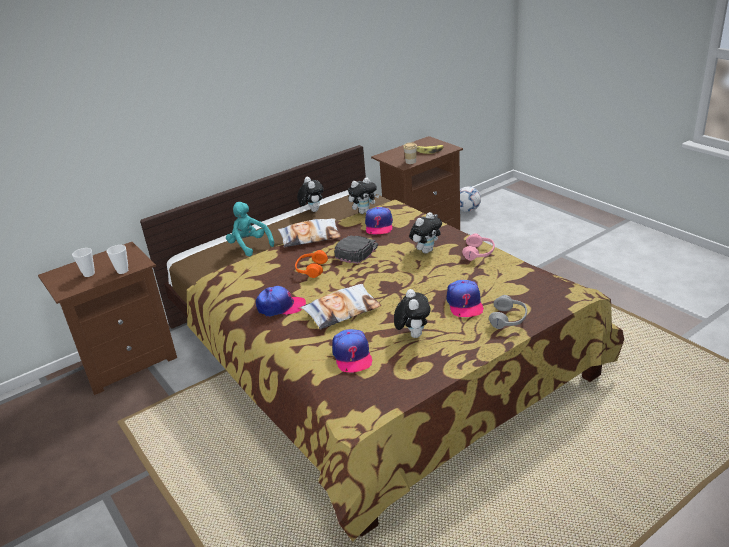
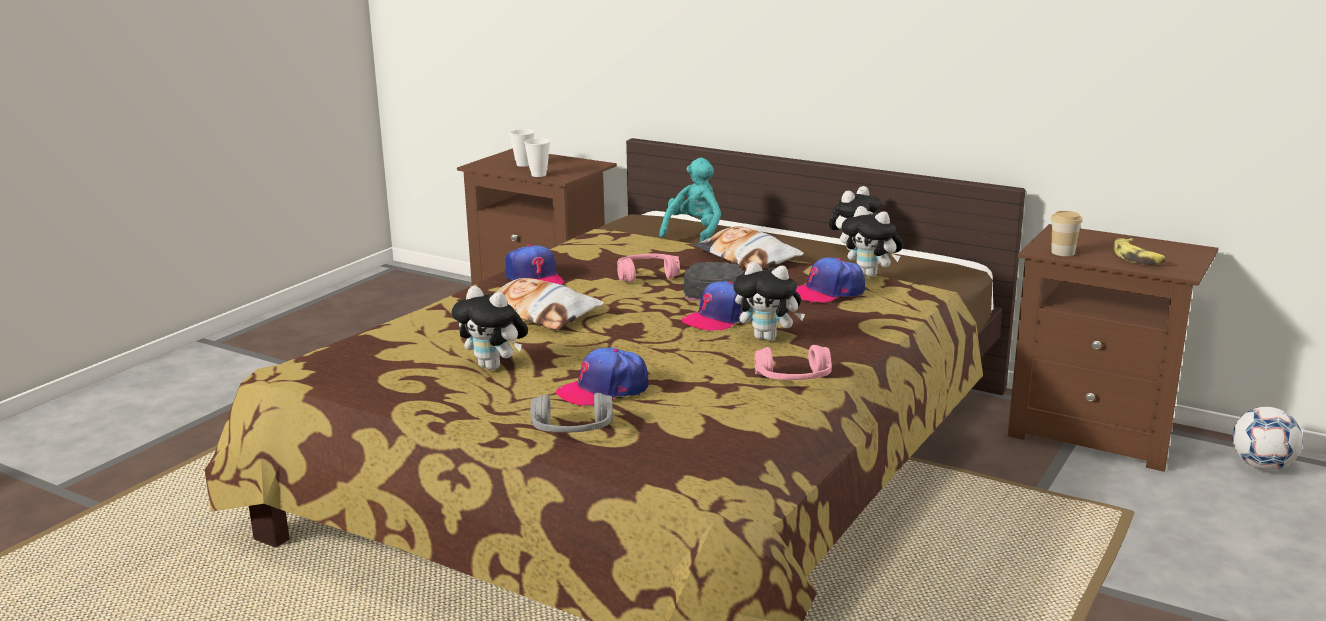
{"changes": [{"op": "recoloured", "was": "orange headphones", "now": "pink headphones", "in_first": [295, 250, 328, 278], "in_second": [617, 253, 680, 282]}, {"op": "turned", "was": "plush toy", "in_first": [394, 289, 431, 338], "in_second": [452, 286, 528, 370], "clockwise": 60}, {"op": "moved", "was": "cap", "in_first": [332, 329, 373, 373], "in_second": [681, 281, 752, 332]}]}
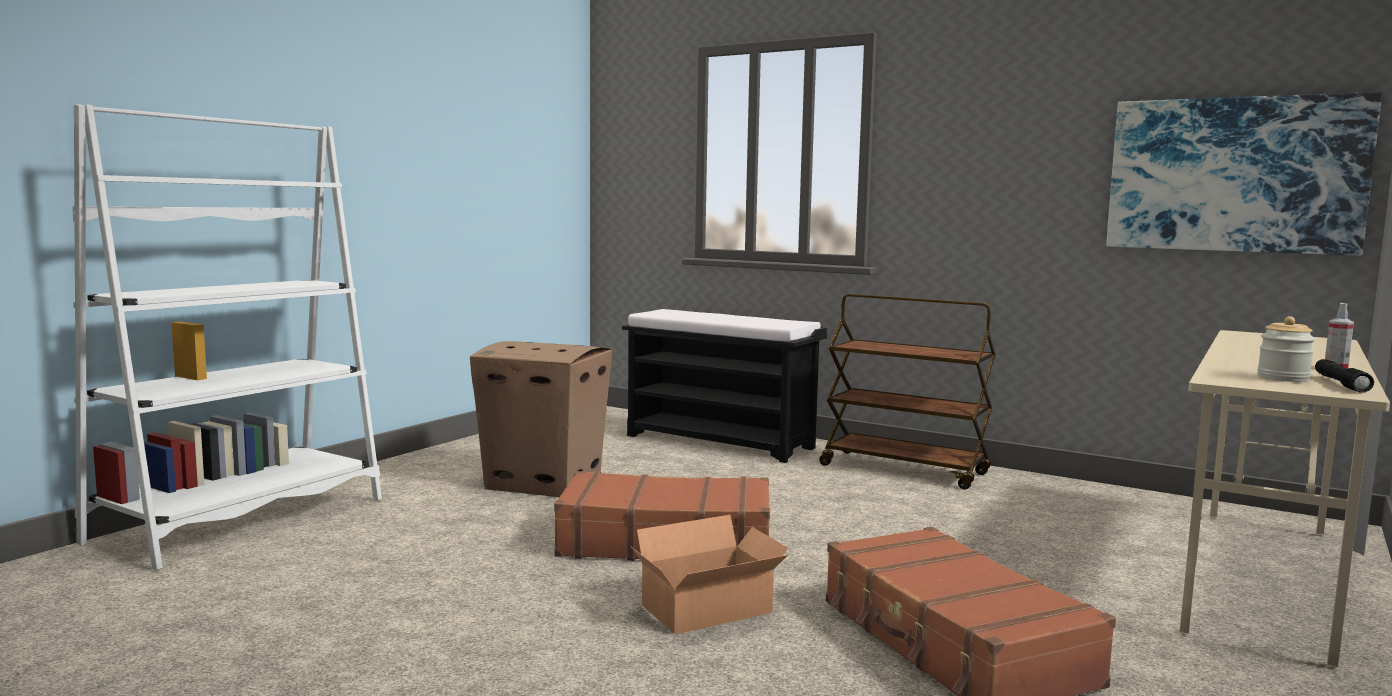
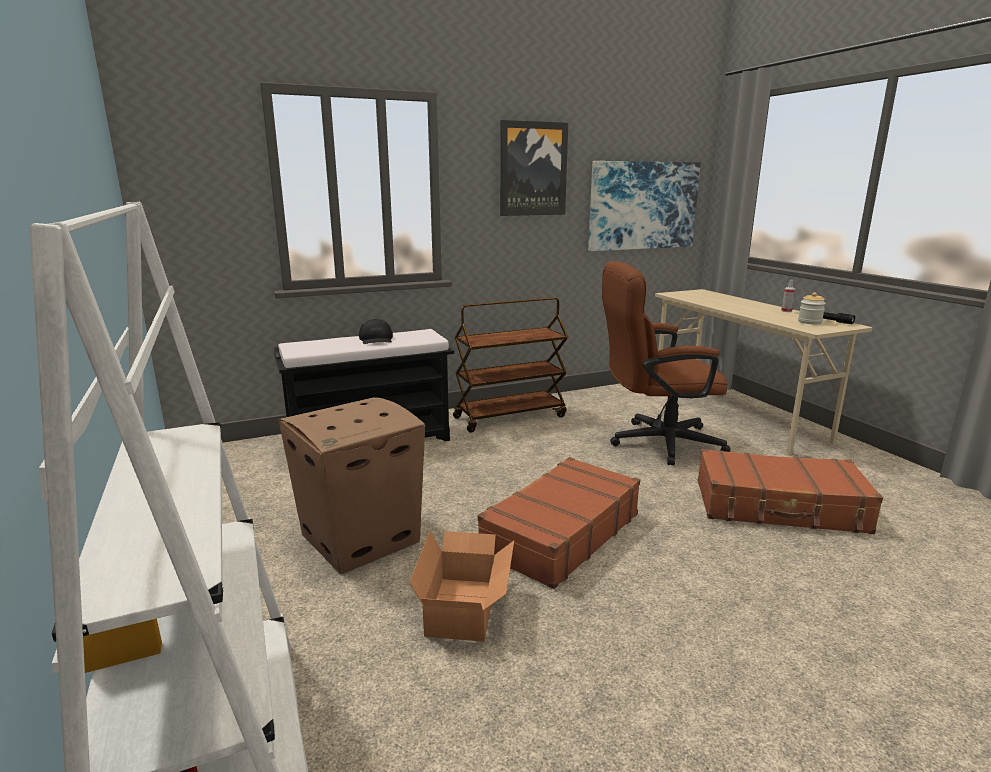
{"changes": [{"op": "moved", "was": "cardboard box", "in_first": [630, 515, 788, 634], "in_second": [409, 531, 514, 642]}, {"op": "added", "now": "picture", "in_second": [500, 120, 568, 216]}, {"op": "added", "now": "brown office chair", "in_second": [602, 261, 731, 466]}, {"op": "added", "now": "black cap", "in_second": [359, 319, 393, 344]}]}
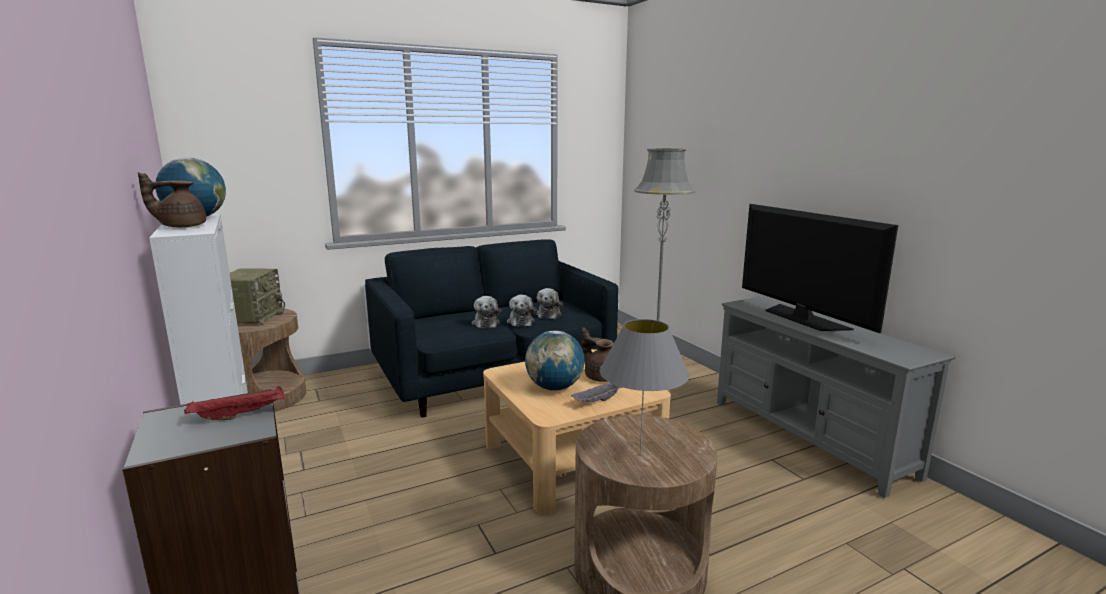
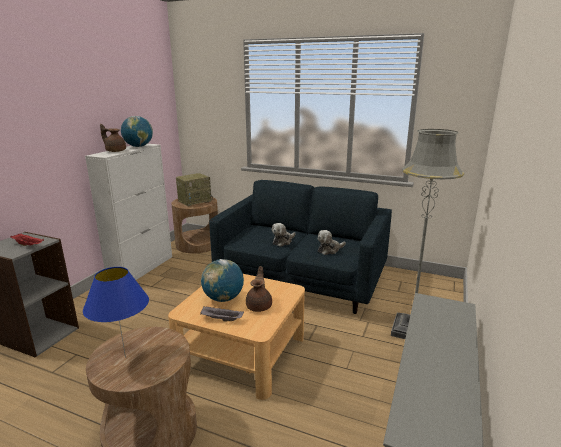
{"changes": [{"op": "removed", "was": "television", "in_first": [742, 204, 898, 333]}, {"op": "removed", "was": "plush toy", "in_first": [507, 295, 537, 327]}, {"op": "recoloured", "was": "grey table lamp", "now": "blue table lamp", "in_first": [600, 319, 689, 455], "in_second": [83, 267, 149, 358]}]}
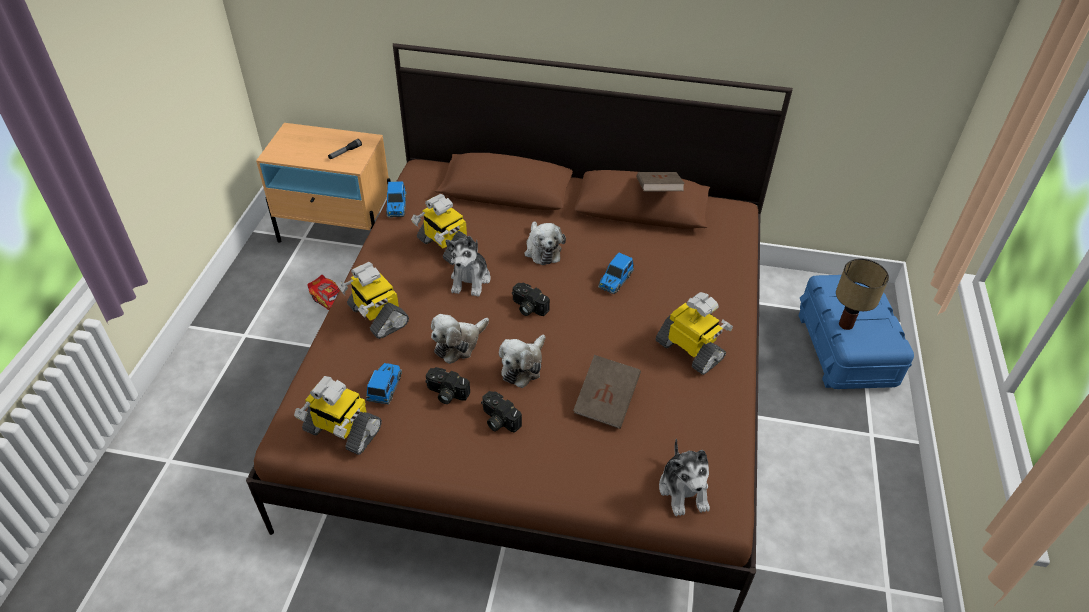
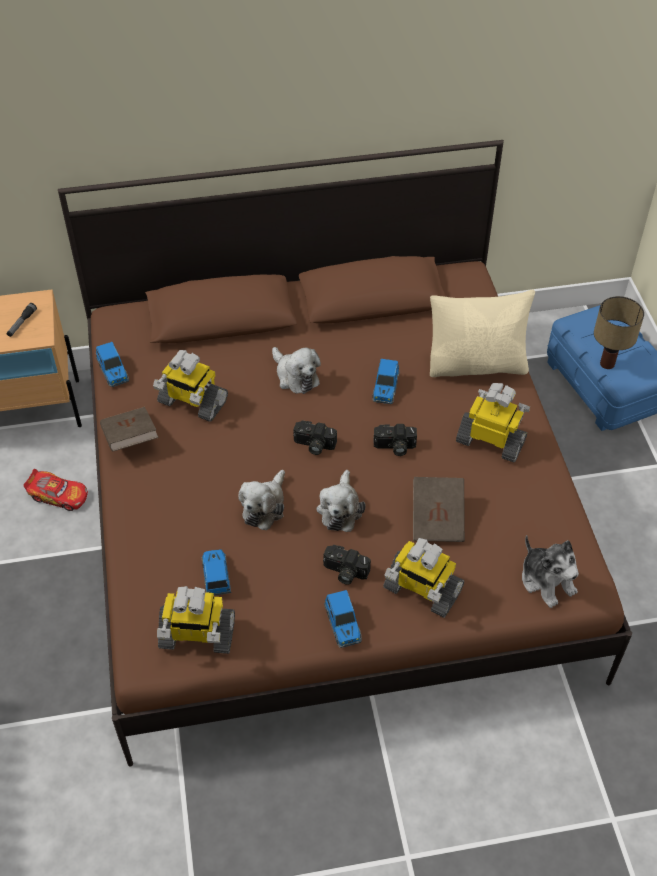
{"changes": [{"op": "moved", "was": "brown book", "in_first": [637, 172, 685, 191], "in_second": [100, 407, 159, 451]}, {"op": "removed", "was": "plush toy", "in_first": [445, 236, 491, 297]}, {"op": "moved", "was": "toy robot", "in_first": [338, 262, 409, 339], "in_second": [383, 538, 464, 618]}, {"op": "moved", "was": "photo camera", "in_first": [425, 367, 470, 404], "in_second": [373, 424, 417, 456]}, {"op": "added", "now": "beige pillow", "in_second": [430, 290, 535, 377]}, {"op": "added", "now": "toy car", "in_second": [324, 590, 362, 648]}]}
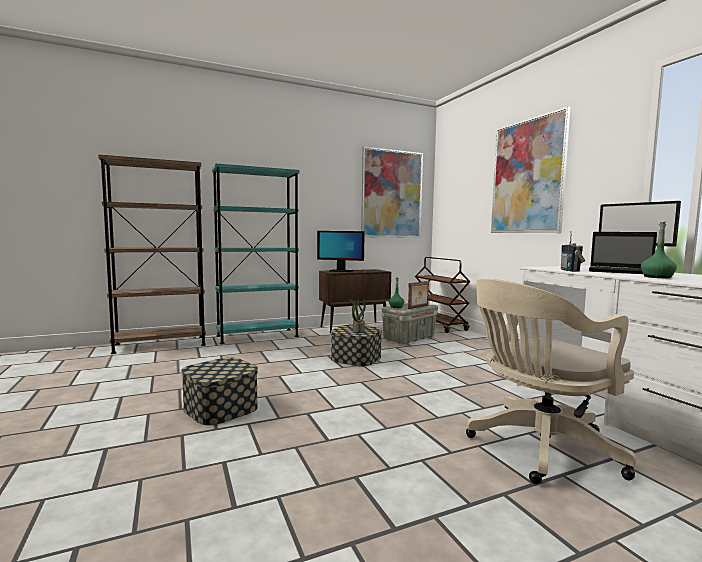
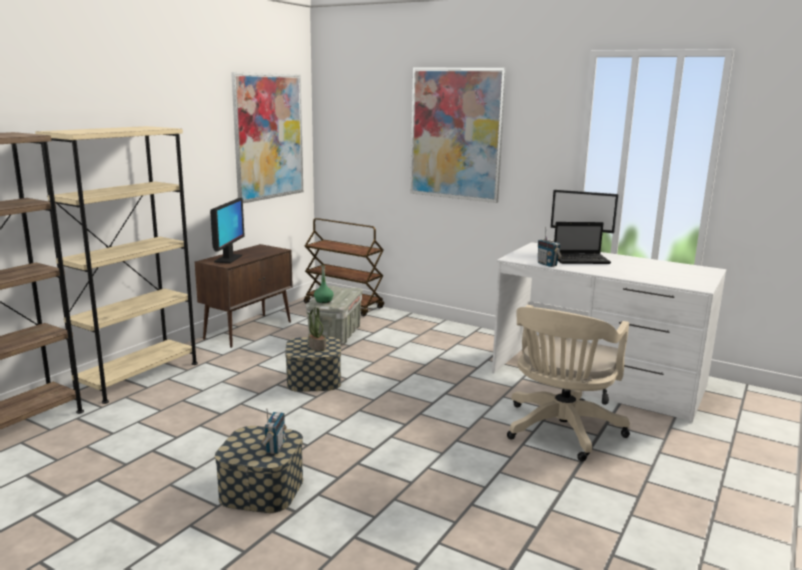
{"changes": [{"op": "recoloured", "was": "turquoise bookcase", "now": "beige bookcase", "in_first": [212, 163, 300, 344], "in_second": [35, 126, 198, 404]}, {"op": "removed", "was": "green bottle", "in_first": [641, 222, 677, 278]}, {"op": "turned", "was": "monitor", "in_first": [317, 231, 365, 272], "in_second": [210, 198, 245, 263], "clockwise": -60}, {"op": "removed", "was": "picture frame", "in_first": [408, 281, 429, 309]}, {"op": "added", "now": "radio", "in_second": [261, 408, 287, 454]}]}
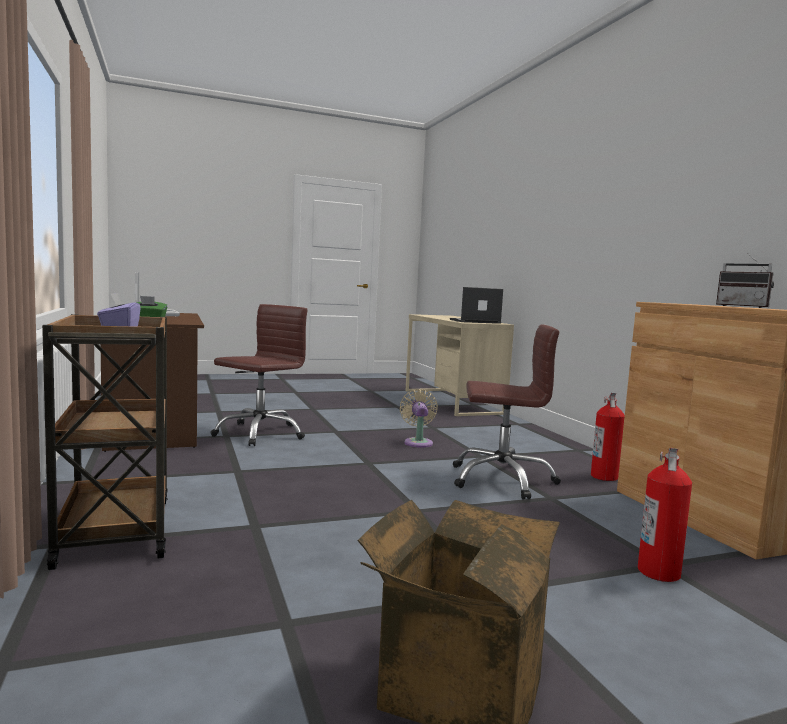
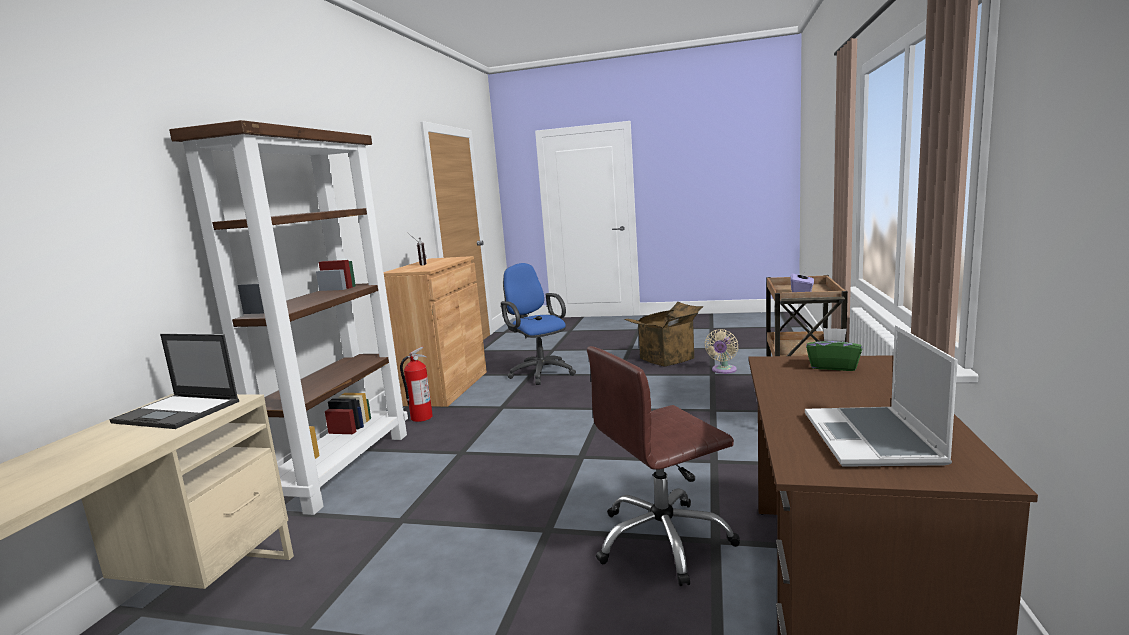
{"changes": [{"op": "removed", "was": "brown office chair", "in_first": [453, 324, 561, 500]}, {"op": "moved", "was": "beige fan", "in_first": [400, 389, 438, 448], "in_second": [705, 329, 738, 374]}, {"op": "replaced", "was": "fire extinguisher", "now": "blue office chair", "in_first": [638, 448, 692, 582], "in_second": [501, 263, 576, 385]}, {"op": "added", "now": "brown bookcase", "in_second": [169, 120, 408, 515]}]}
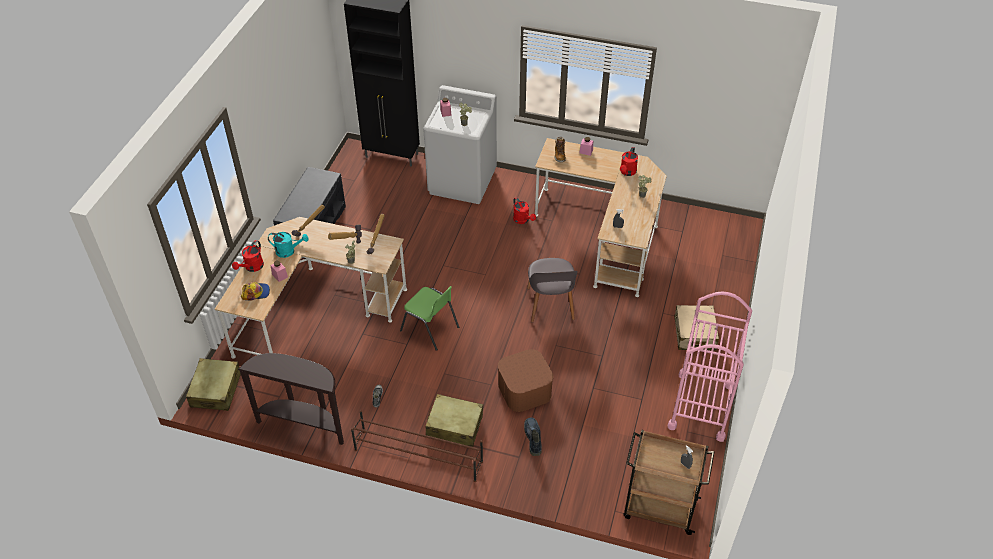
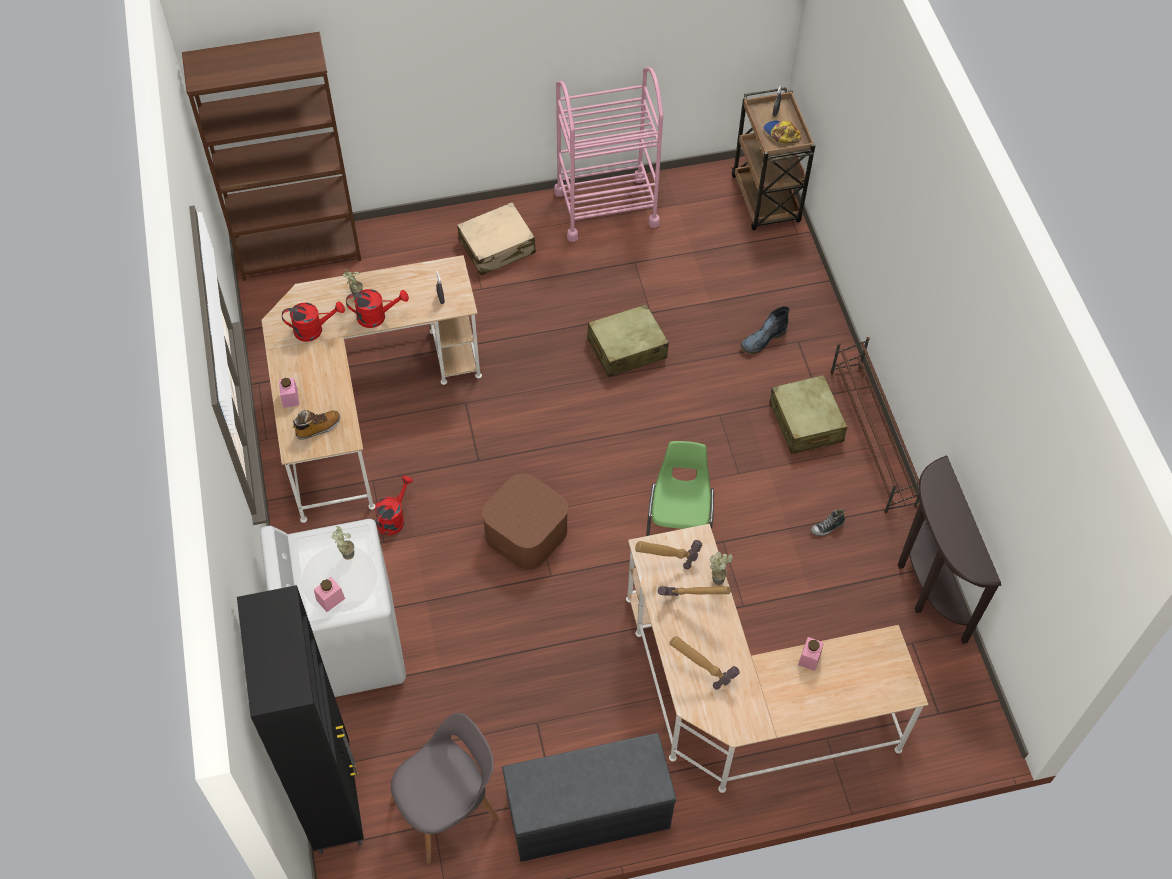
{"changes": [{"op": "removed", "was": "turquoise watering can", "in_first": [268, 232, 308, 258]}, {"op": "moved", "was": "red watering can", "in_first": [232, 240, 264, 272], "in_second": [346, 289, 409, 328]}, {"op": "moved", "was": "grey chair", "in_first": [527, 258, 578, 323], "in_second": [390, 713, 500, 864]}, {"op": "moved", "was": "cap", "in_first": [241, 282, 270, 301], "in_second": [764, 121, 801, 143]}, {"op": "moved", "was": "brown storage box", "in_first": [498, 349, 553, 412], "in_second": [482, 473, 568, 570]}, {"op": "moved", "was": "beige suitcase", "in_first": [186, 358, 241, 411], "in_second": [587, 304, 669, 377]}, {"op": "added", "now": "brown bookcase", "in_second": [182, 32, 362, 281]}]}
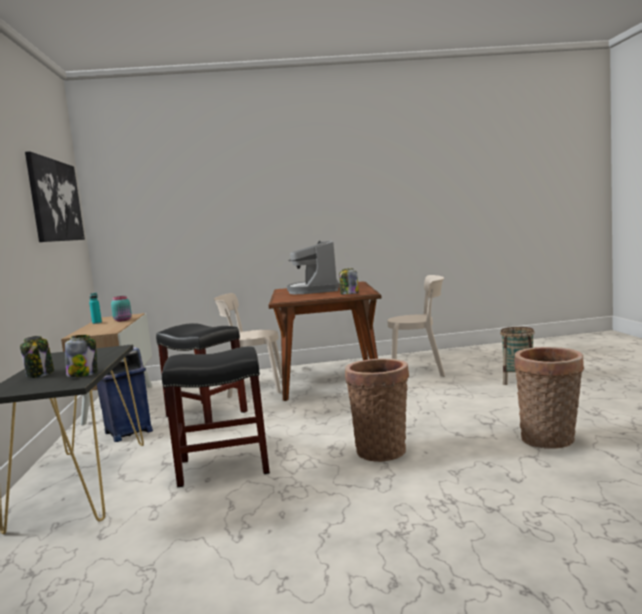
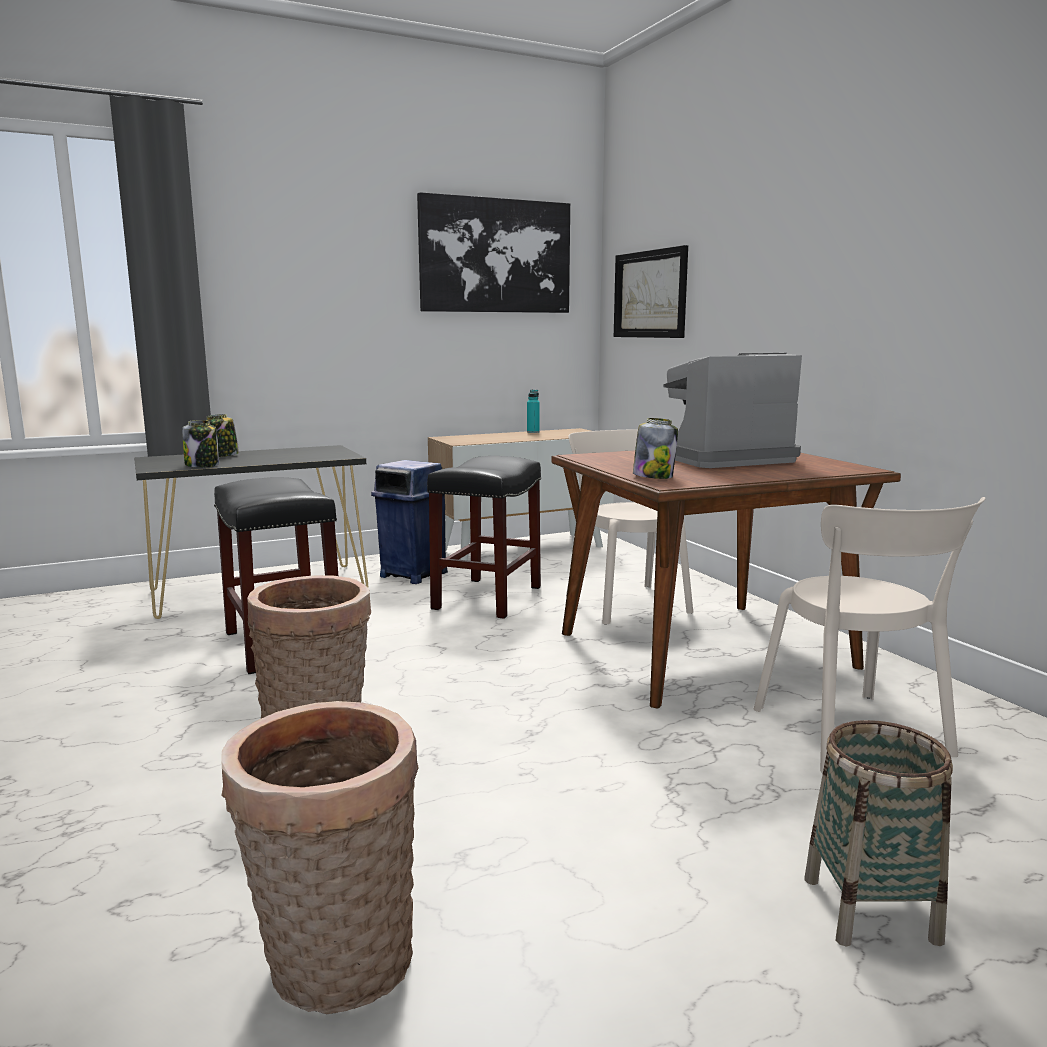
{"changes": [{"op": "removed", "was": "turquoise jar", "in_first": [111, 296, 132, 322]}, {"op": "added", "now": "picture", "in_second": [614, 245, 688, 338]}]}
